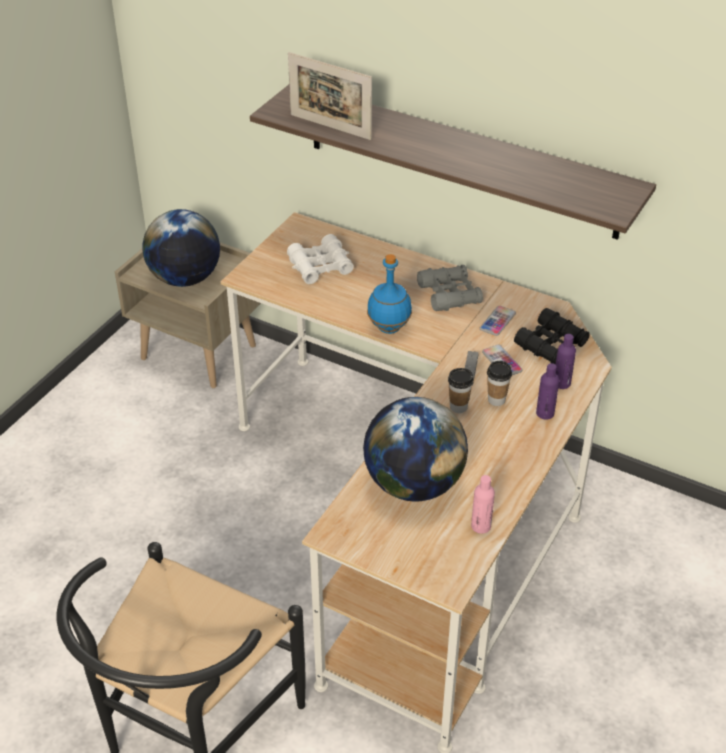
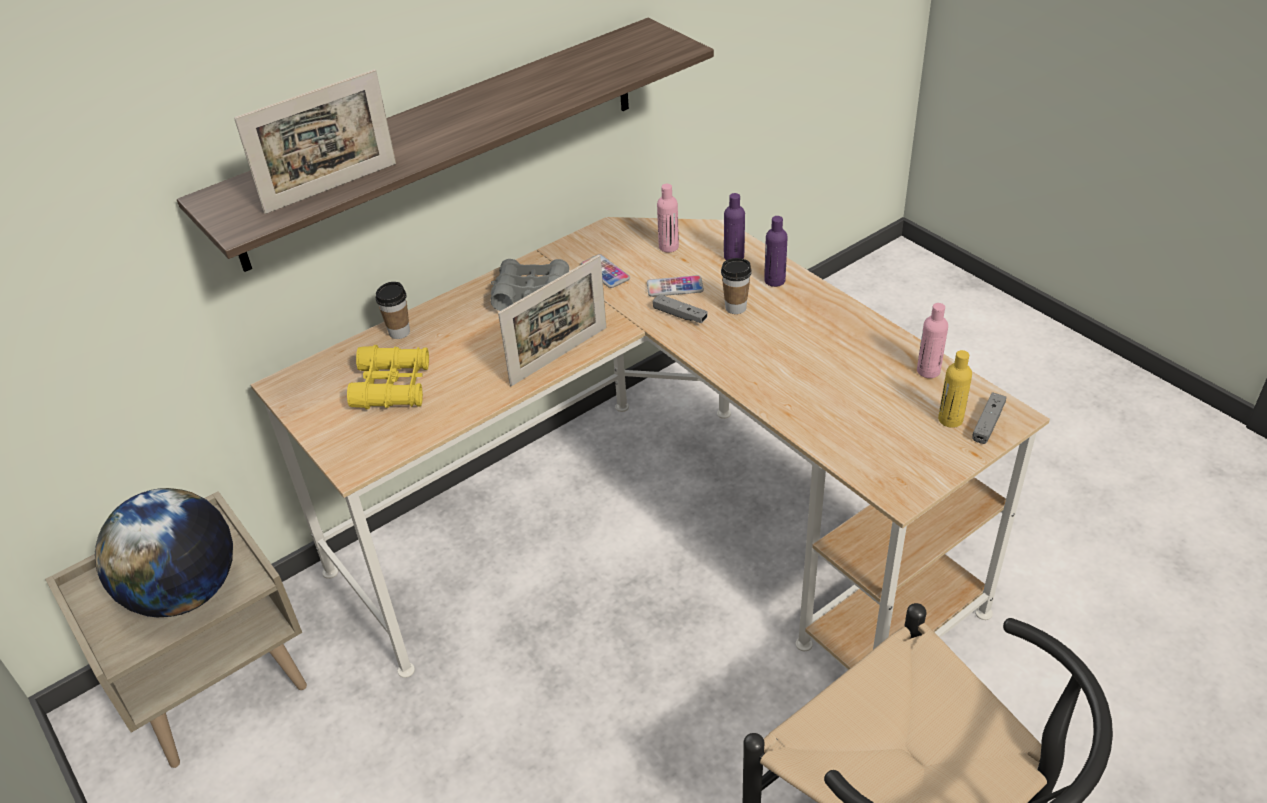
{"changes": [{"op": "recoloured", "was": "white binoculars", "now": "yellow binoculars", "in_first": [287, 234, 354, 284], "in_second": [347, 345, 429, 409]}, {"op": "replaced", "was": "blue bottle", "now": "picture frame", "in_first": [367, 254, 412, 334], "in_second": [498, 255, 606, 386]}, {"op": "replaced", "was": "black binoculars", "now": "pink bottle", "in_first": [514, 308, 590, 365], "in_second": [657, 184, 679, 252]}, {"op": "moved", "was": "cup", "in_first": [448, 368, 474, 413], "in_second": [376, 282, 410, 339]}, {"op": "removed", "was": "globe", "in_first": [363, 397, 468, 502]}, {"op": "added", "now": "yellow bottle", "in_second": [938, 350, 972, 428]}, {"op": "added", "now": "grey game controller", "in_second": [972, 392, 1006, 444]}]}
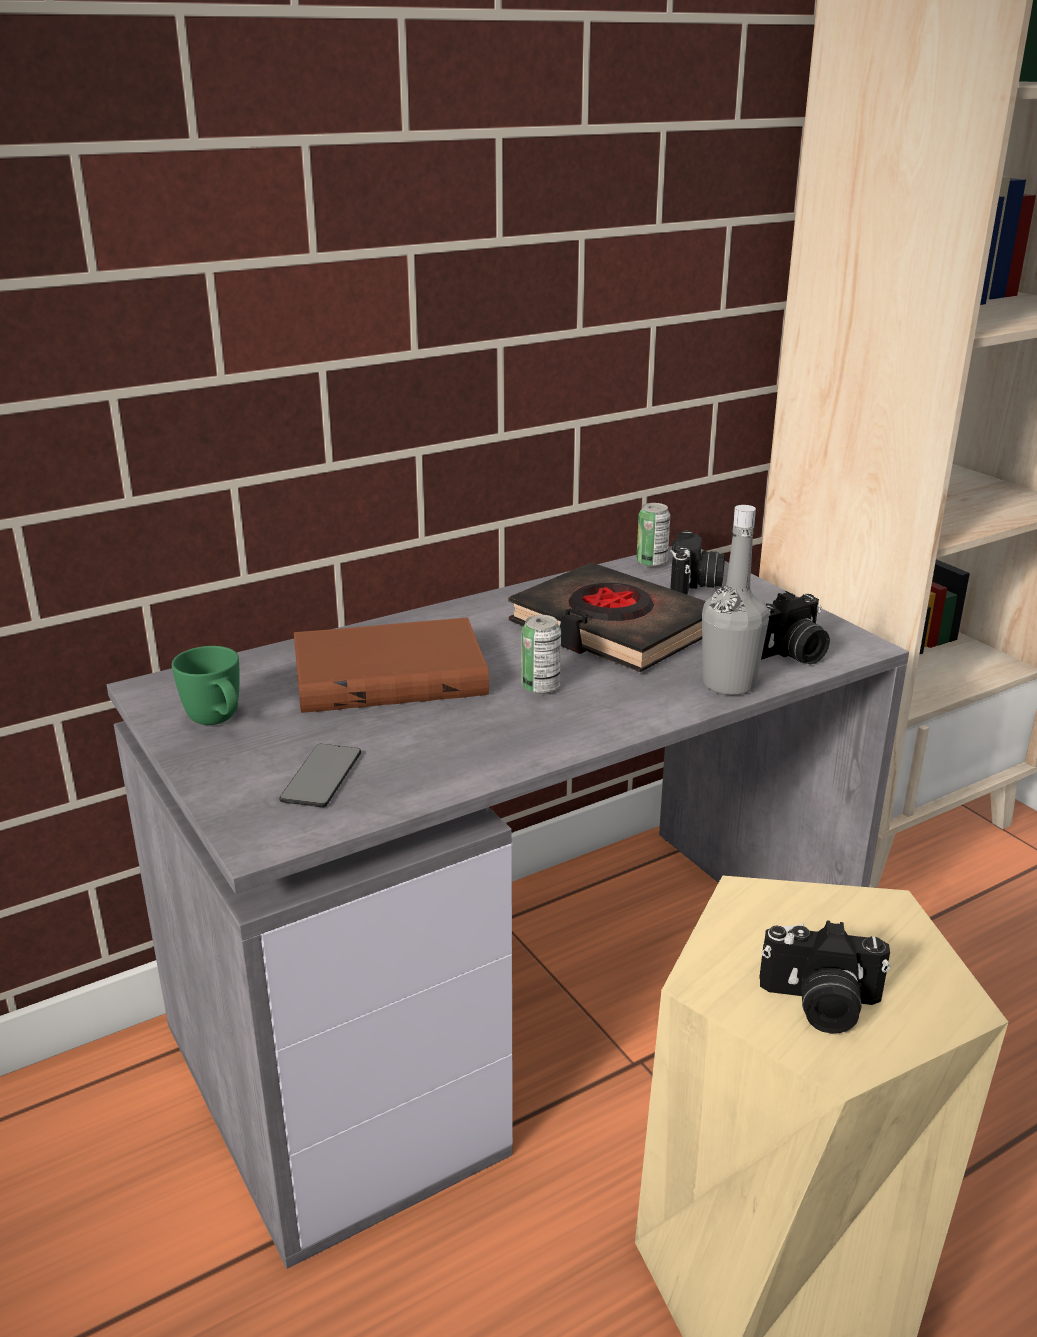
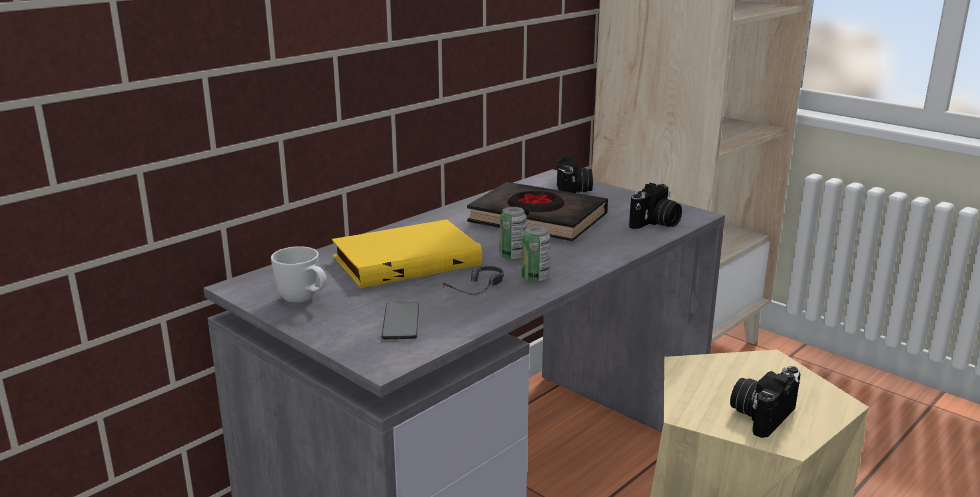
{"changes": [{"op": "moved", "was": "can", "in_first": [636, 503, 670, 567], "in_second": [522, 226, 550, 283]}, {"op": "removed", "was": "grey bottle", "in_first": [702, 505, 769, 696]}, {"op": "recoloured", "was": "brown book", "now": "yellow book", "in_first": [294, 617, 489, 713], "in_second": [332, 219, 482, 288]}, {"op": "recoloured", "was": "green mug", "now": "white mug", "in_first": [172, 646, 240, 725], "in_second": [271, 246, 327, 302]}, {"op": "turned", "was": "photo camera", "in_first": [759, 921, 891, 1034], "in_second": [730, 366, 801, 438], "clockwise": 135}, {"op": "added", "now": "headphones", "in_second": [443, 266, 504, 295]}]}
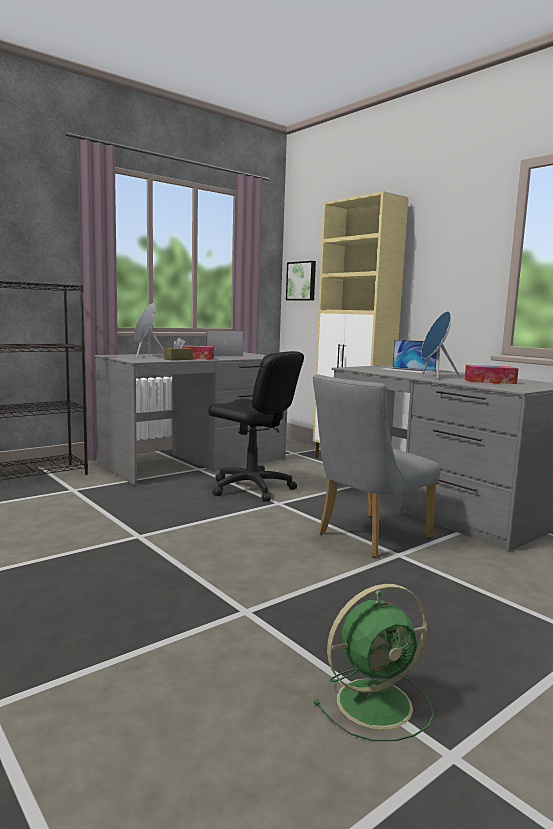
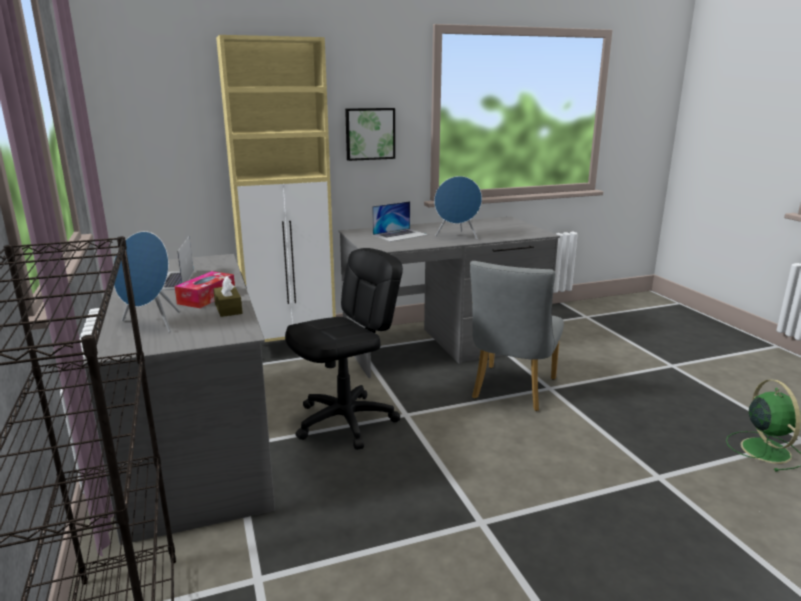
{"changes": [{"op": "moved", "was": "picture", "in_first": [286, 261, 316, 301], "in_second": [345, 108, 395, 161]}, {"op": "removed", "was": "tissue box", "in_first": [464, 365, 519, 384]}, {"op": "turned", "was": "grey chair", "in_first": [313, 374, 441, 557], "in_second": [470, 261, 564, 411], "clockwise": 45}]}
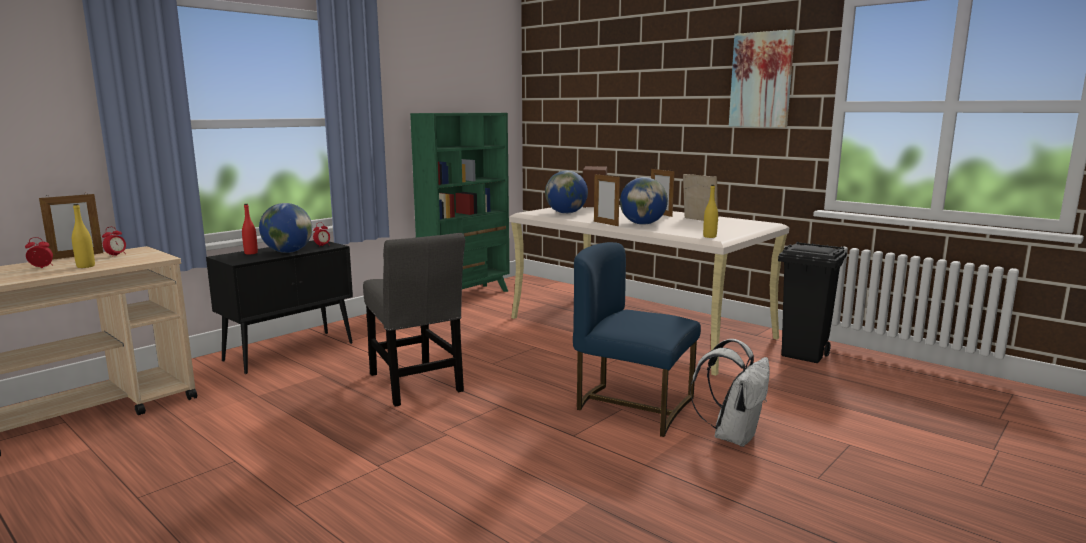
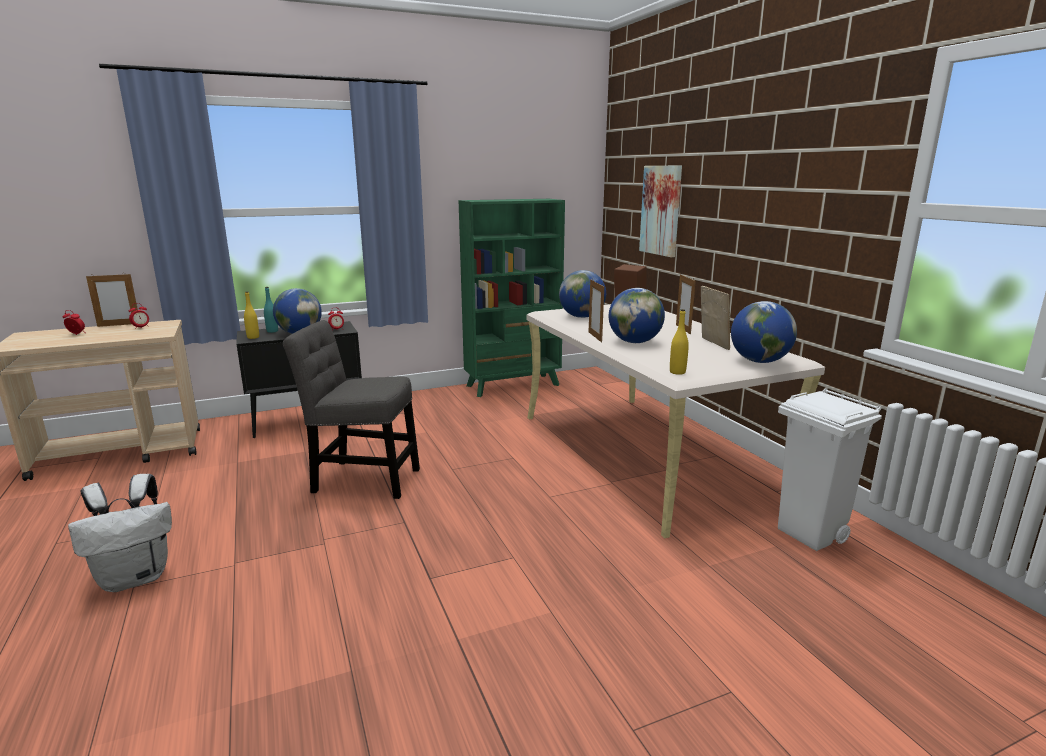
{"changes": [{"op": "moved", "was": "picture", "in_first": [729, 29, 795, 128], "in_second": [639, 165, 682, 257]}, {"op": "moved", "was": "yellow bottle", "in_first": [72, 204, 95, 268], "in_second": [244, 291, 259, 339]}, {"op": "recoloured", "was": "red bottle", "now": "turquoise bottle", "in_first": [242, 204, 258, 255], "in_second": [264, 287, 278, 333]}, {"op": "turned", "was": "grey chair", "in_first": [363, 233, 465, 407], "in_second": [283, 320, 420, 499], "clockwise": 105}, {"op": "recoloured", "was": "black trash can", "now": "white trash can", "in_first": [778, 241, 847, 363], "in_second": [778, 388, 882, 551]}, {"op": "removed", "was": "blue chair", "in_first": [573, 242, 701, 437]}, {"op": "moved", "was": "white backpack", "in_first": [690, 339, 770, 447], "in_second": [68, 474, 172, 592]}, {"op": "added", "now": "globe", "in_second": [731, 301, 797, 363]}]}
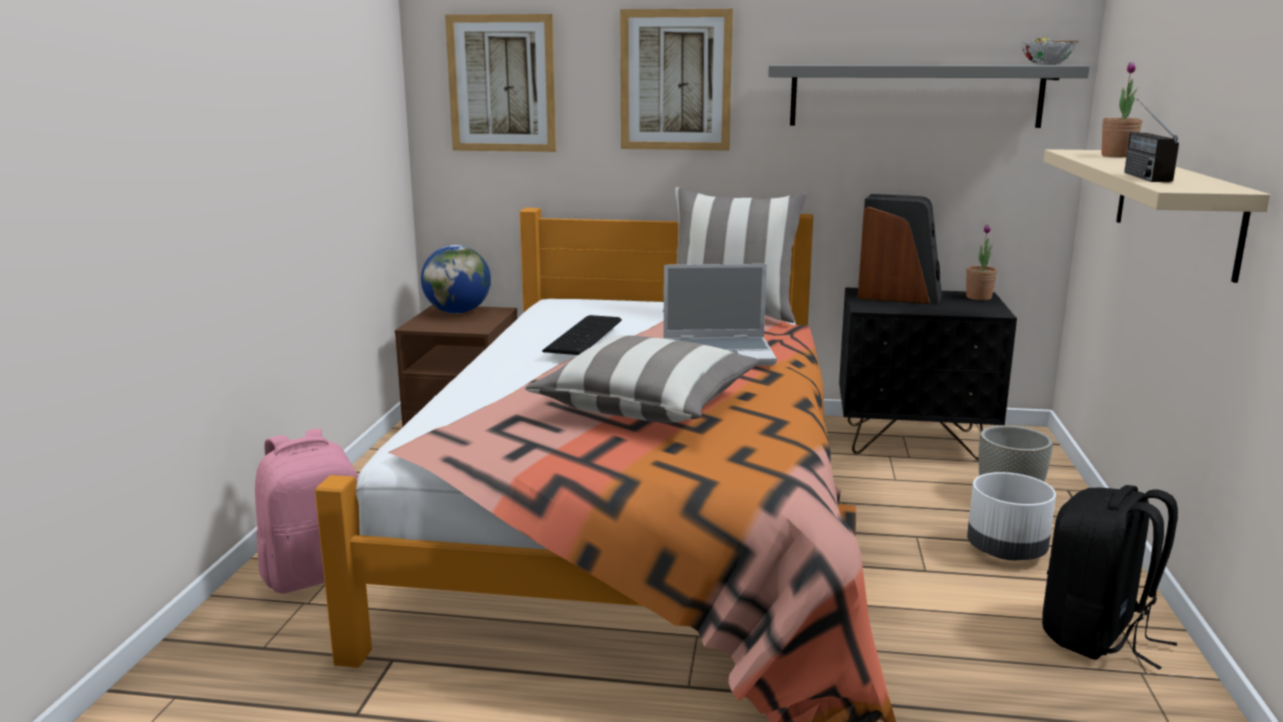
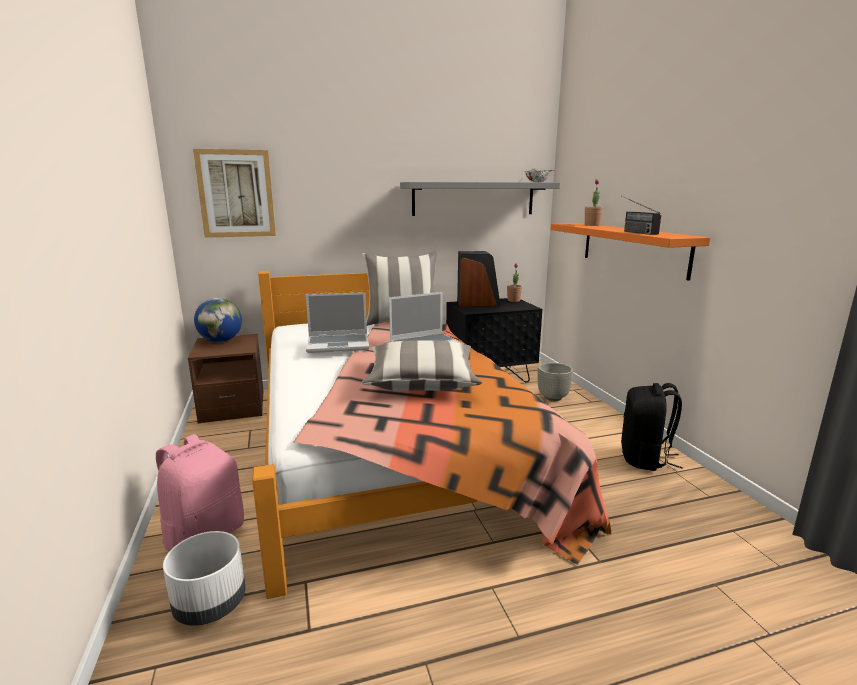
{"changes": [{"op": "removed", "was": "picture", "in_first": [620, 9, 733, 151]}, {"op": "recoloured", "was": "beige shelf", "now": "orange shelf", "in_first": [1044, 149, 1270, 283], "in_second": [550, 223, 710, 281]}, {"op": "replaced", "was": "keyboard", "now": "laptop", "in_first": [542, 315, 622, 355], "in_second": [306, 292, 369, 353]}, {"op": "moved", "was": "white planter", "in_first": [967, 472, 1056, 560], "in_second": [163, 531, 245, 626]}]}
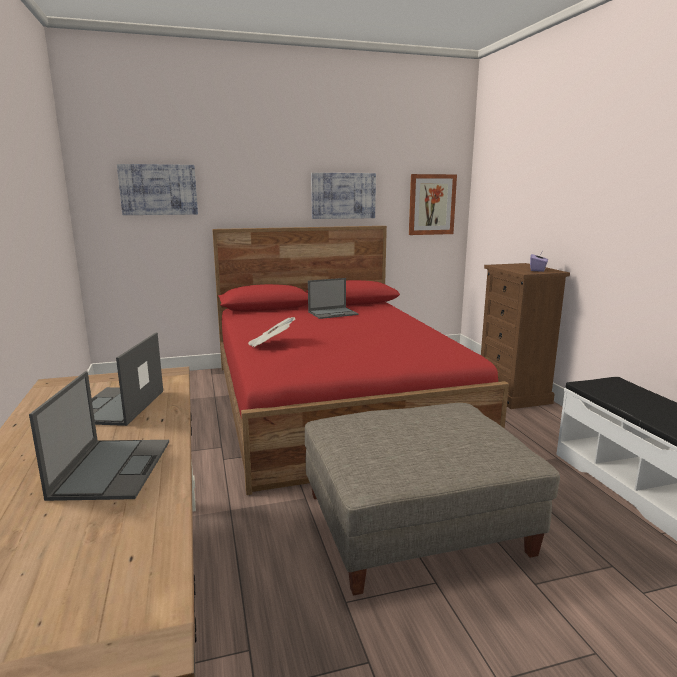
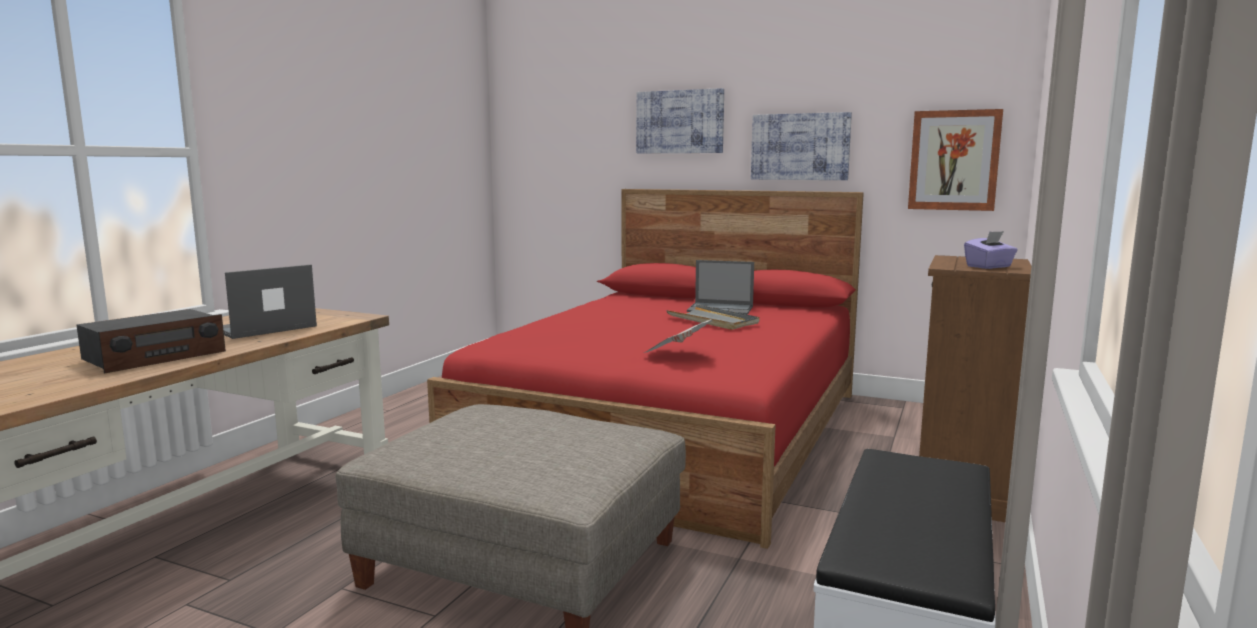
{"changes": [{"op": "moved", "was": "picture", "in_first": [117, 164, 198, 215], "in_second": [636, 88, 724, 153]}, {"op": "moved", "was": "newspaper", "in_first": [248, 317, 295, 347], "in_second": [644, 319, 713, 353]}, {"op": "replaced", "was": "laptop", "now": "radio", "in_first": [29, 371, 169, 501], "in_second": [76, 309, 226, 373]}, {"op": "added", "now": "grey tray", "in_second": [666, 304, 759, 330]}]}
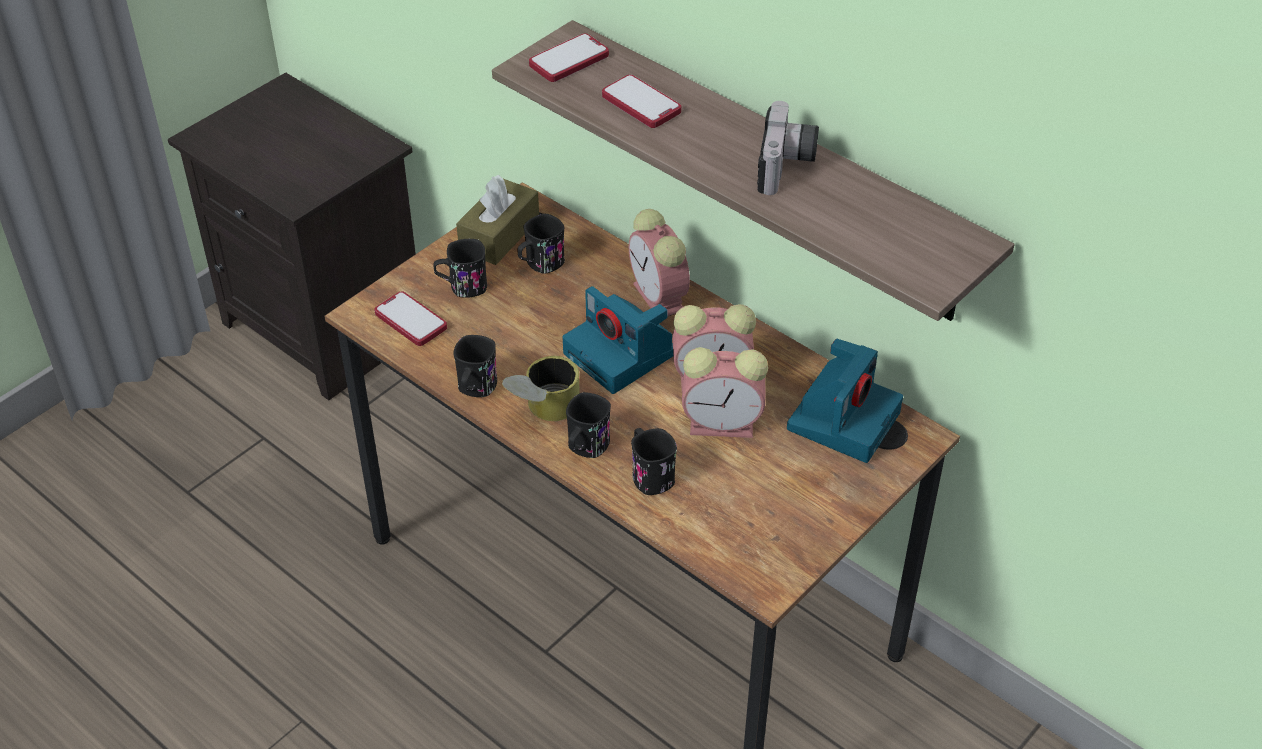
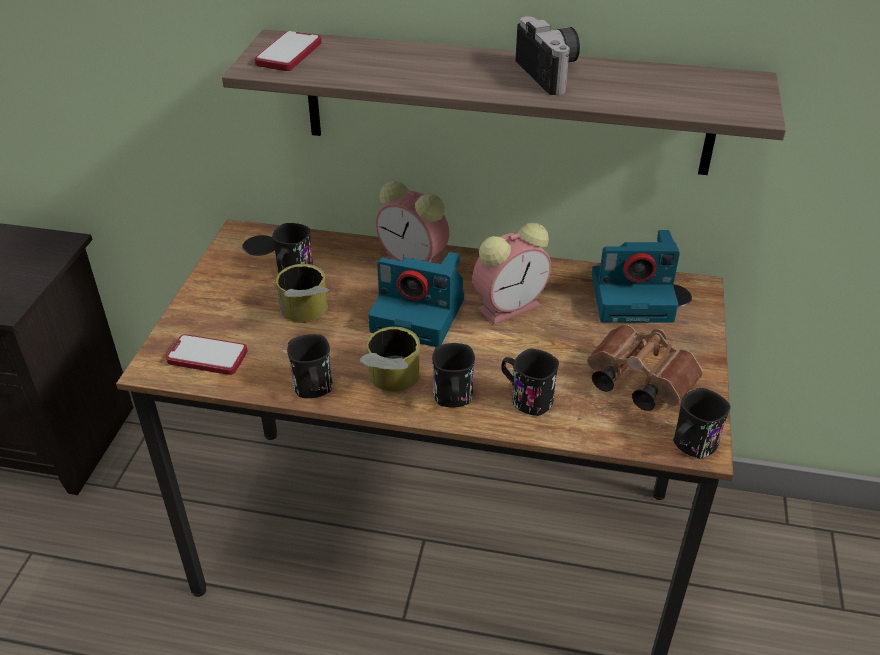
{"changes": [{"op": "removed", "was": "phone", "in_first": [602, 75, 681, 128]}, {"op": "removed", "was": "brown tissue box", "in_first": [456, 175, 539, 265]}, {"op": "moved", "was": "black mug", "in_first": [433, 239, 487, 298], "in_second": [673, 388, 731, 459]}, {"op": "turned", "was": "photo camera", "in_first": [787, 339, 903, 463], "in_second": [592, 230, 680, 323], "clockwise": 90}, {"op": "removed", "was": "alarm clock", "in_first": [682, 347, 768, 438]}, {"op": "added", "now": "can", "in_second": [276, 264, 329, 323]}, {"op": "added", "now": "brown binoculars", "in_second": [587, 324, 703, 411]}]}
